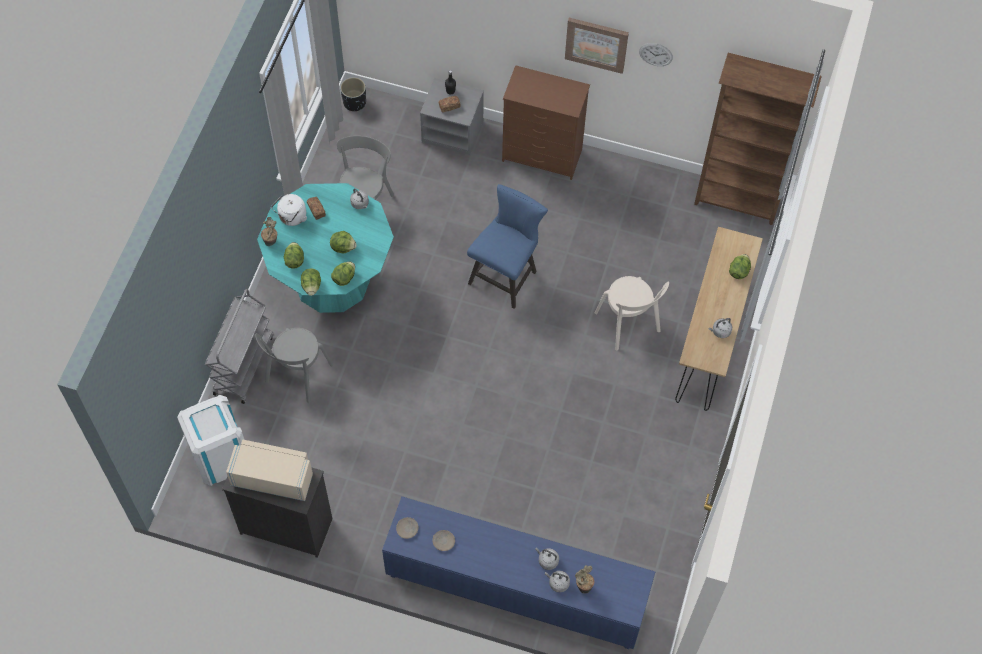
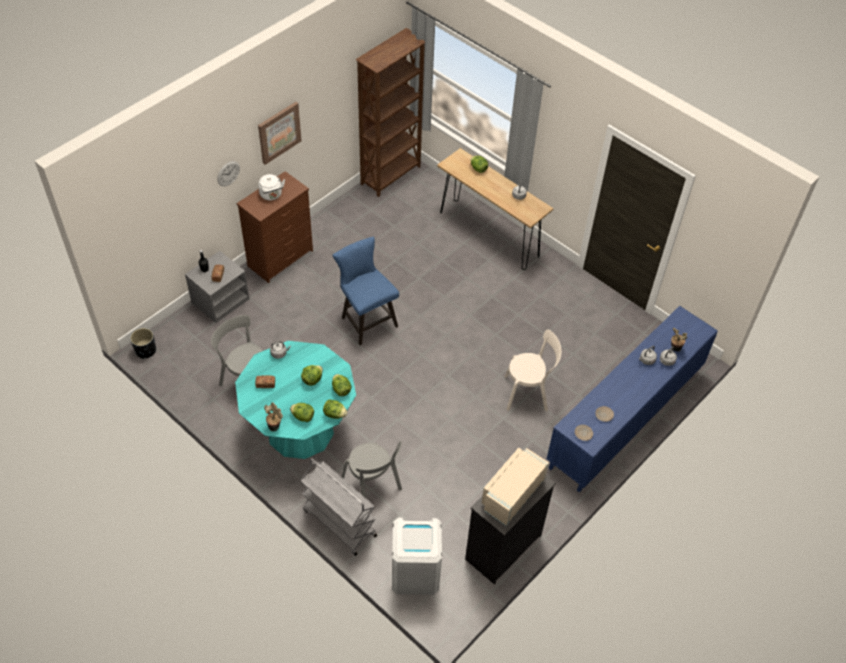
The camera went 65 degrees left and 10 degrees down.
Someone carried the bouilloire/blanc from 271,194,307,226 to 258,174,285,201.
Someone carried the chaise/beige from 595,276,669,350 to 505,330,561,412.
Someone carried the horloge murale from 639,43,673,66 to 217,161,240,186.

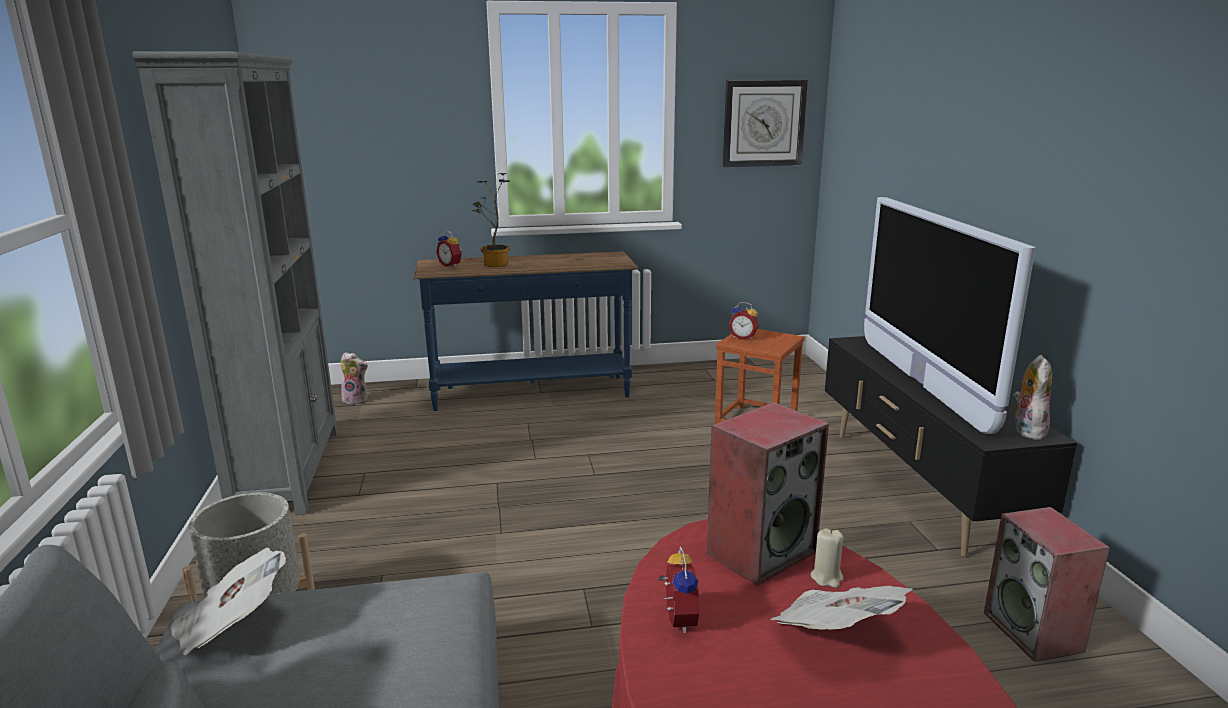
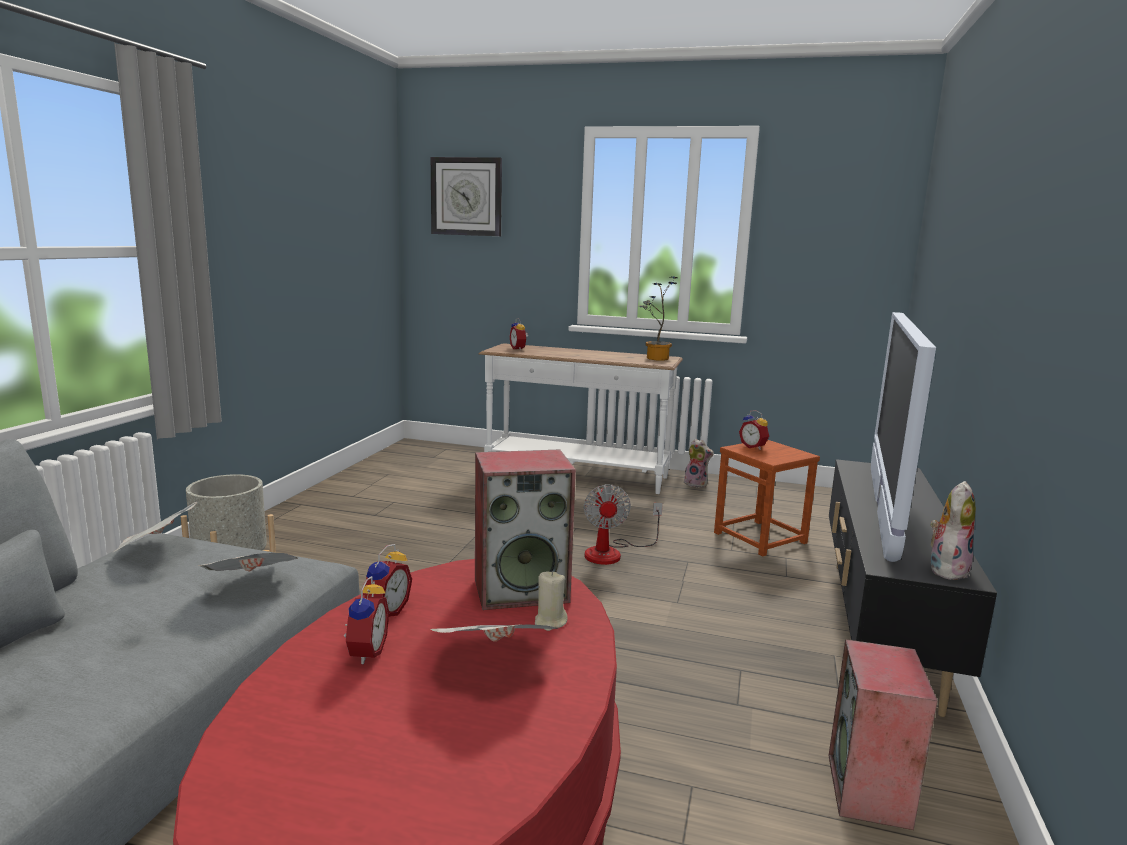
The camera went 25 degrees right and 5 degrees down.
Someone took away the bibliothèque/gris at 133,51,338,516.
Someone carried the peluche from 340,352,368,404 to 684,439,714,488.
Someone repainted the table console/bleu at 413,251,639,411, which became the table console/blanc at 479,343,683,494.
Someone carried the plante en pot from 471,173,510,267 to 639,277,678,361.
Someone carried the horloge murale from 723,80,808,167 to 431,157,502,236.
Someone put down the journal at 198,553,298,572.
Someone put down the réveil at 339,576,389,665.
Someone put down the ventilateur at 584,484,663,565.

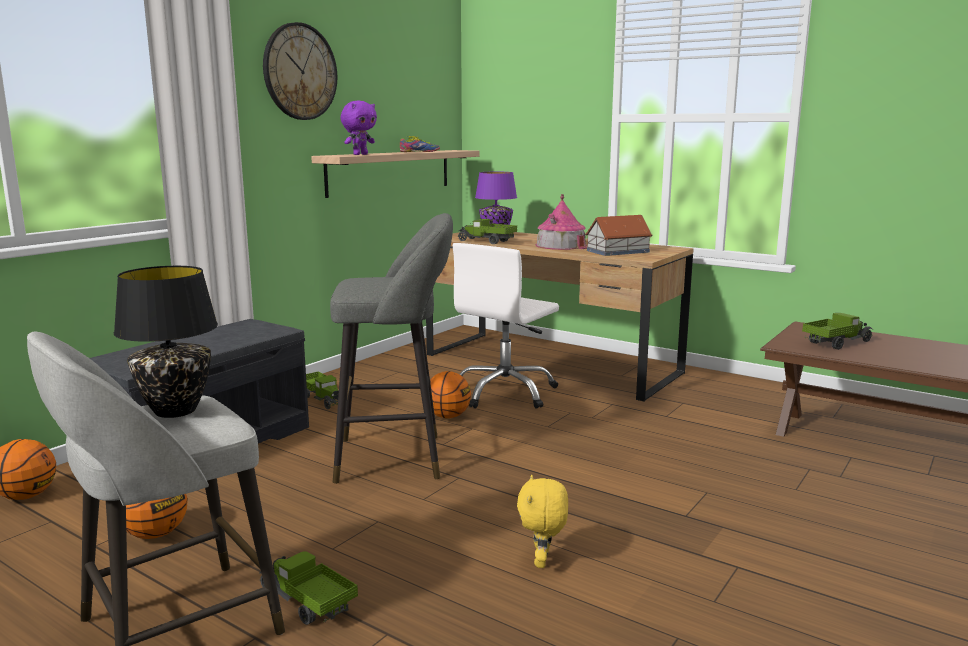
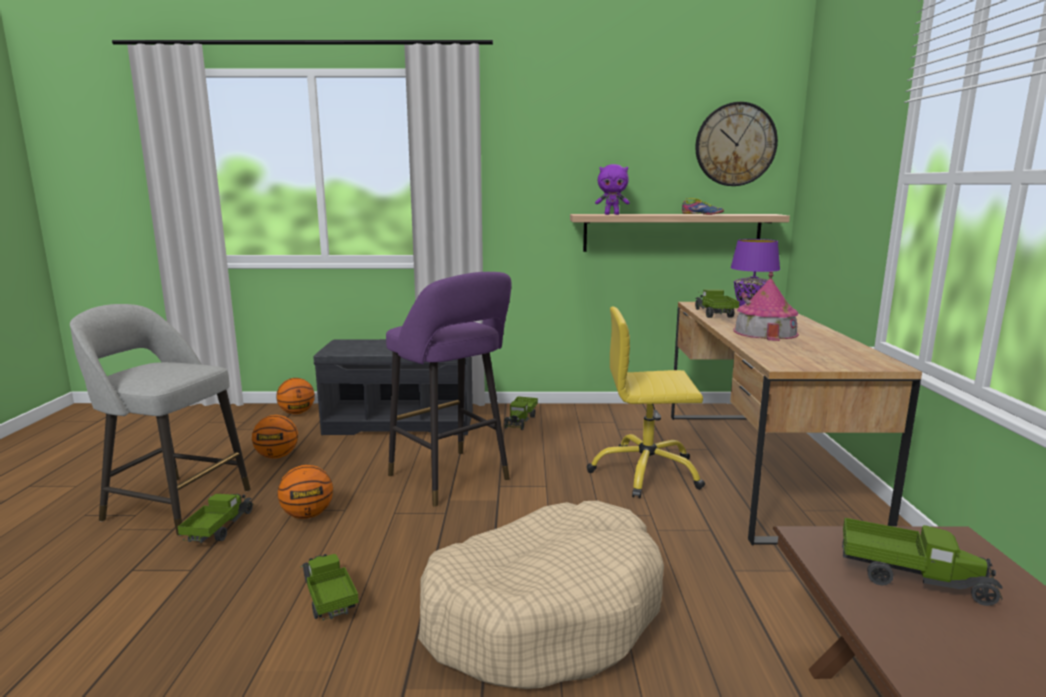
The camera went 55 degrees right and 0 degrees up.
Someone took away the lampe de table/noir at 114,266,218,418.
Someone carried the horloge murale from 263,22,337,120 to 695,102,778,186.
Someone repainted the tabouret/gris at 330,213,453,484, which became the tabouret/violet at 386,272,511,507.
Someone carried the ballon de basket from 430,371,471,419 to 277,465,333,519.
Someone repainted the chaise de bureau/blanc at 453,243,559,409, which became the chaise de bureau/jaune at 587,307,705,498.
Someone swapped the peluche/jaune at 517,475,568,568 for the camion jouet at 301,554,359,621.
Someone took away the maison miniature at 585,215,652,256.
Someone put down the panier pour chien/beige at 418,501,664,689.

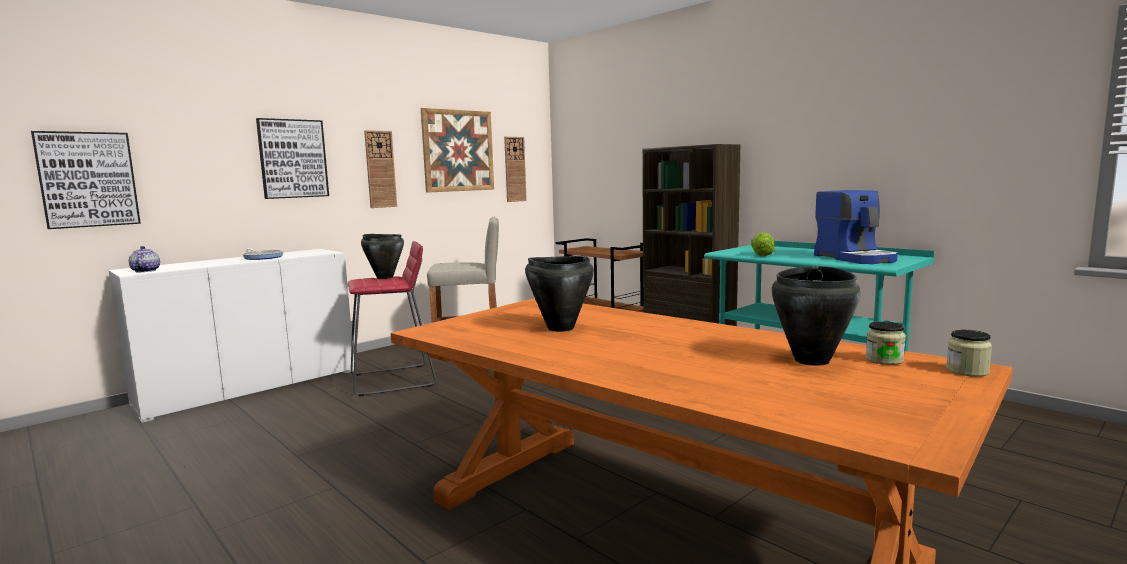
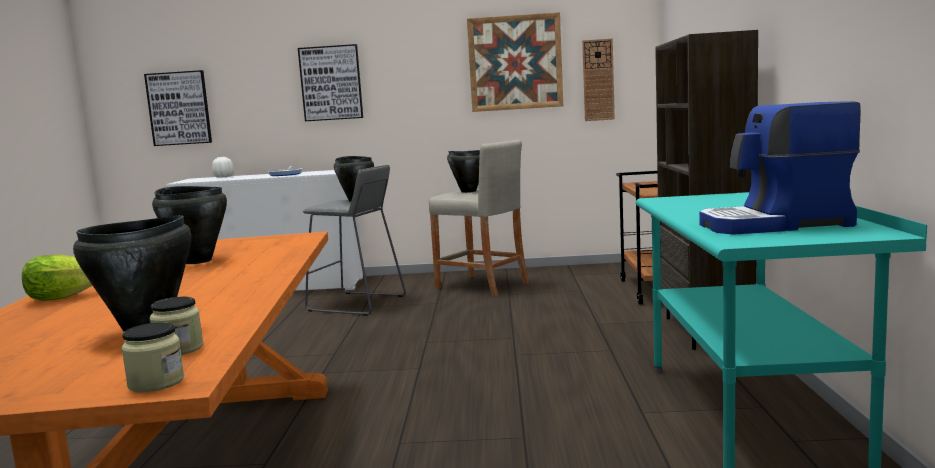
The camera went 45 degrees right and 0 degrees up.
Someone took away the théière at 129,246,160,273.
Someone repainted the tabouret/rouge at 347,241,436,396, which became the tabouret/gris at 302,165,406,316.
Someone took away the horloge murale at 364,130,397,208.
Someone carried the laitue from 751,233,775,256 to 22,255,93,301.
Someone rotated the machine à café at 814,190,898,264 by 60 degrees clockwise.
Someone put down the vase/blanc at 212,157,234,178.
Someone put down the marmite/noir at 447,150,480,193.

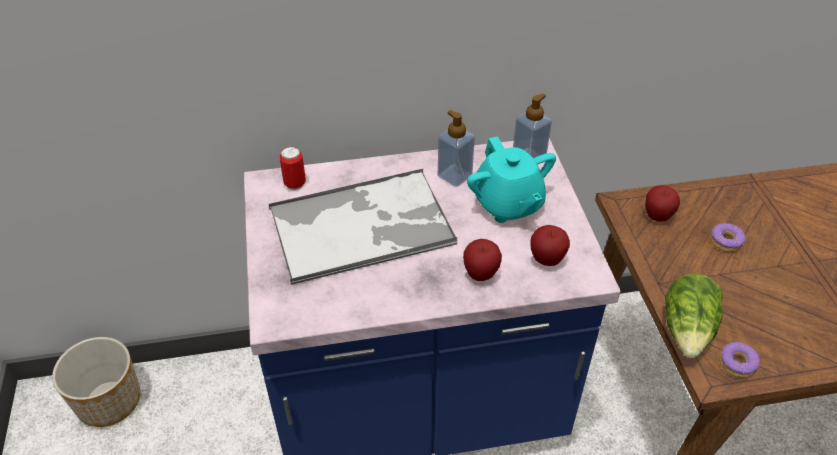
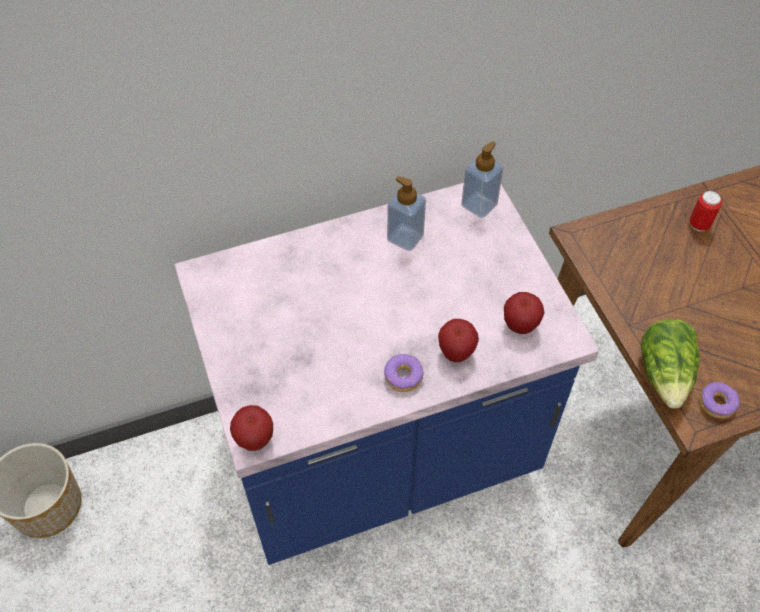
The camera went 10 degrees left and 10 degrees up.
Someone took away the plateau at 269,169,457,285.
Someone carried the boîte métallique from 280,146,306,190 to 690,191,722,231.
Someone took away the théière/turquoise at 467,136,556,223.
Someone carried the pomme from 645,185,680,222 to 230,405,273,451.
Someone carried the beignet from 710,223,746,252 to 384,354,424,392.

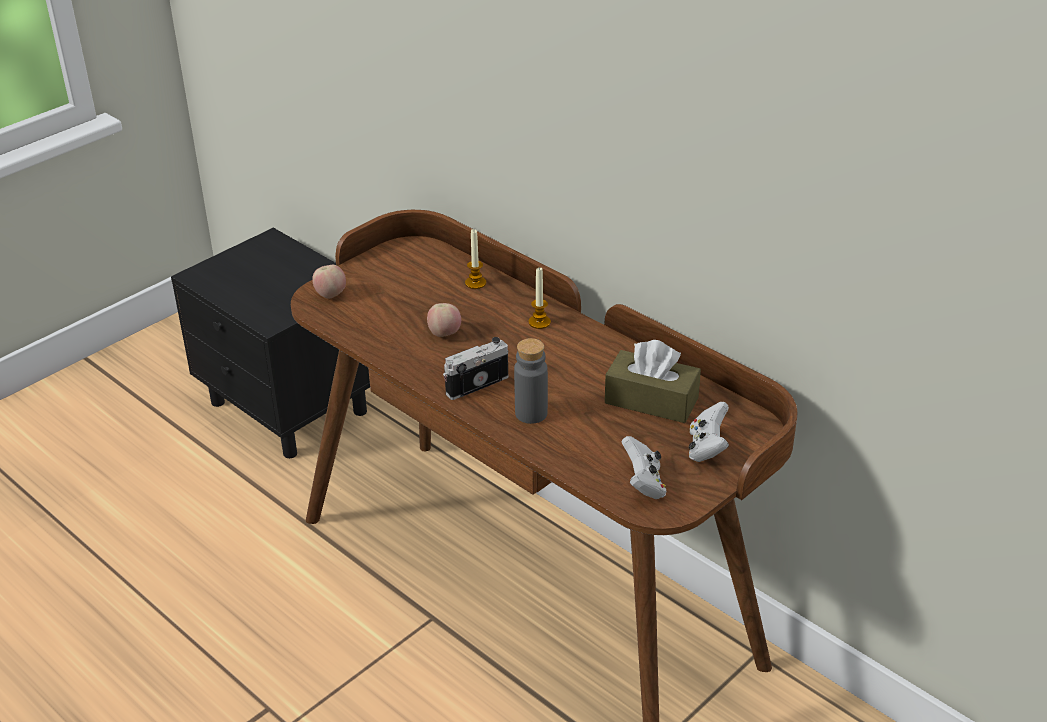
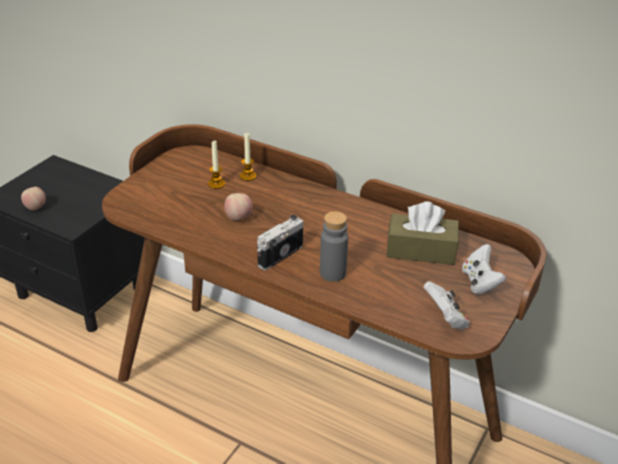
The camera went 15 degrees left and 0 degrees up.
Someone carried the pomme from 312,265,346,299 to 21,187,46,211.
Someone carried the bougie from 529,267,551,329 to 208,141,225,189.

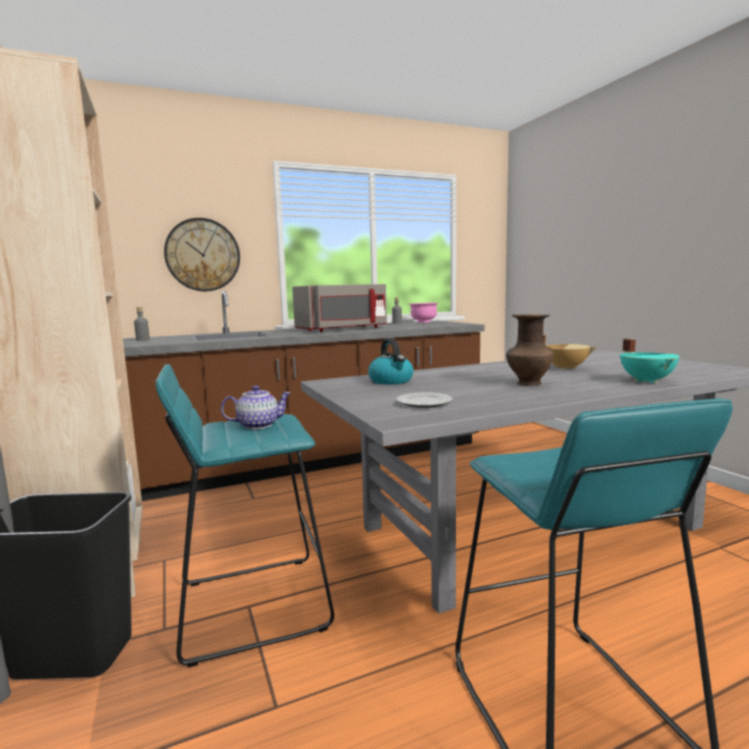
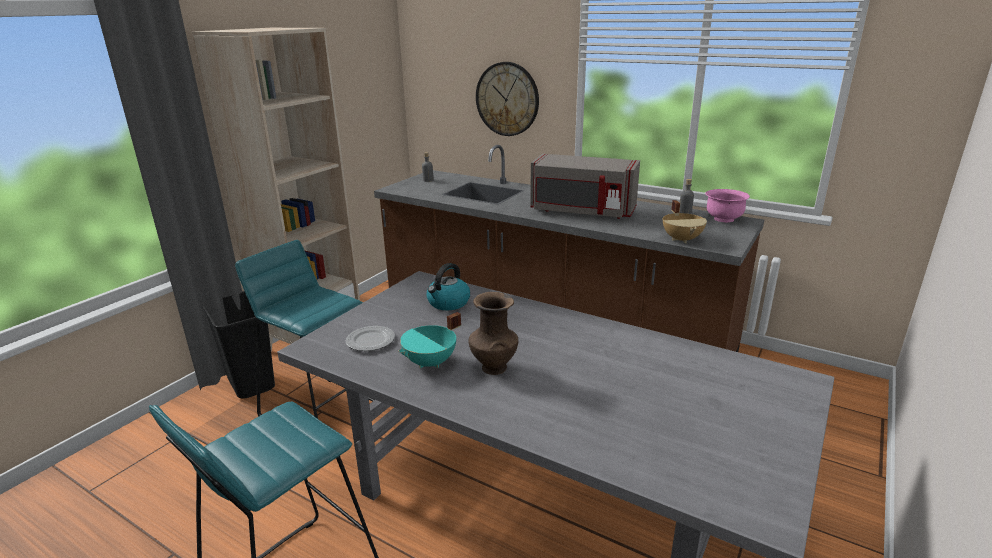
The camera went 55 degrees right and 15 degrees up.
Someone took away the théière at 221,385,291,429.
Someone carried the marmite/beige from 543,335,597,370 to 663,200,707,243.
Someone carried the marmite/turquoise from 620,339,680,383 to 399,312,461,368.

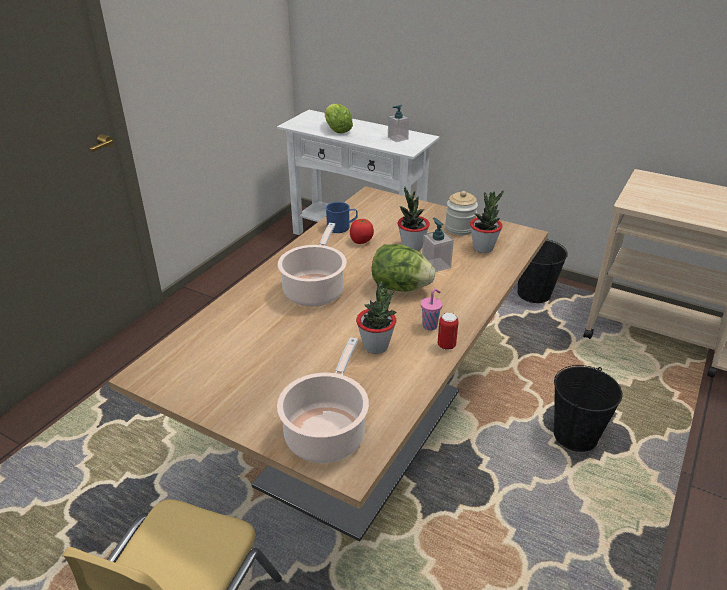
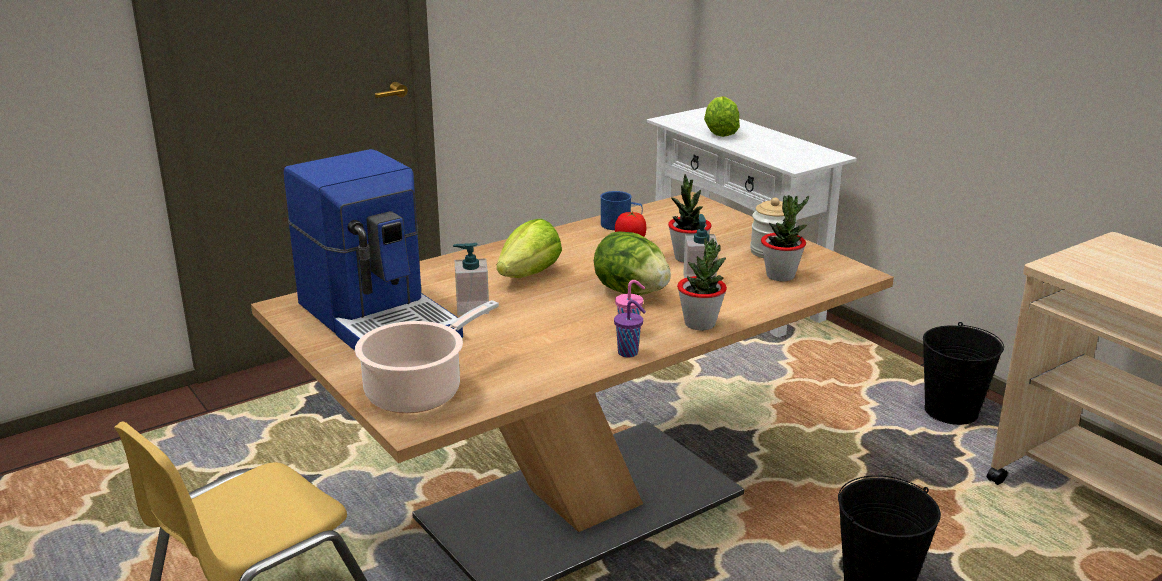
The camera went 25 degrees right and 10 degrees down.
Someone swapped the marmite at 278,223,347,306 for the laitue at 497,219,562,278.
Someone carried the plante en pot from 356,281,397,354 to 677,238,727,330.
Someone carried the distributeur de savon from 388,105,409,142 to 453,243,489,316.
Someone swapped the boîte métallique at 438,313,459,350 for the tasse/violet at 614,300,646,357.
Someone put down the machine à café at 284,149,463,351.

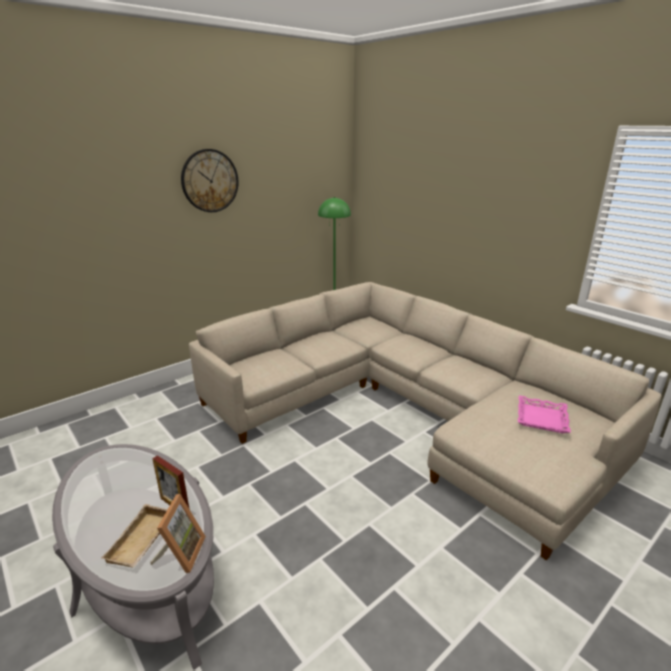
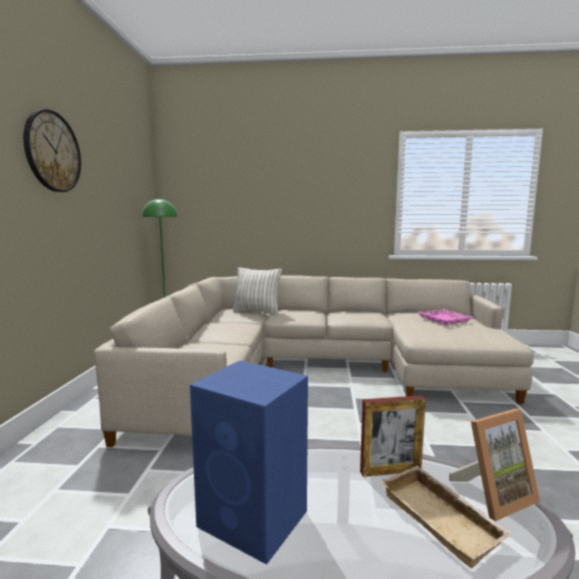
The camera went 45 degrees left and 15 degrees down.
Someone rotated the cadre photo at 150,494,206,573 by 105 degrees clockwise.
Someone put down the enceinte/bleu at 190,361,308,565.
Someone put down the coussin at 233,267,282,315.

